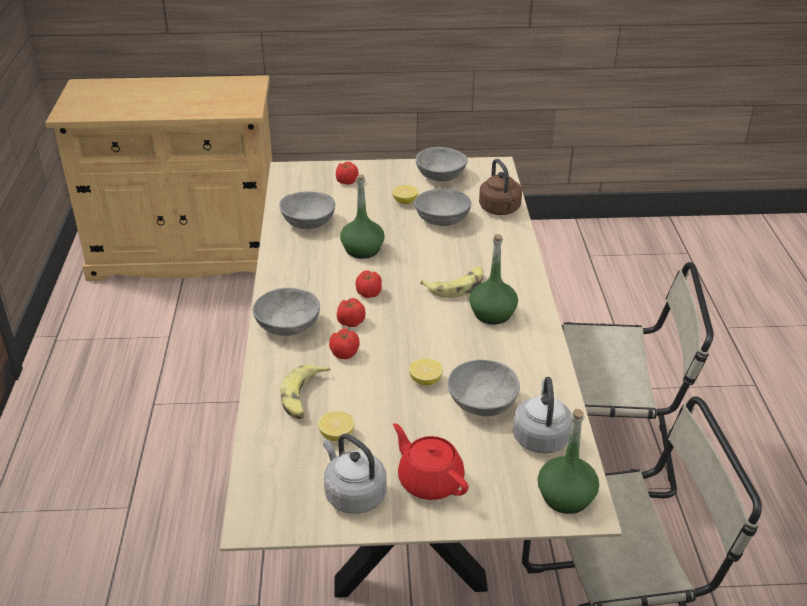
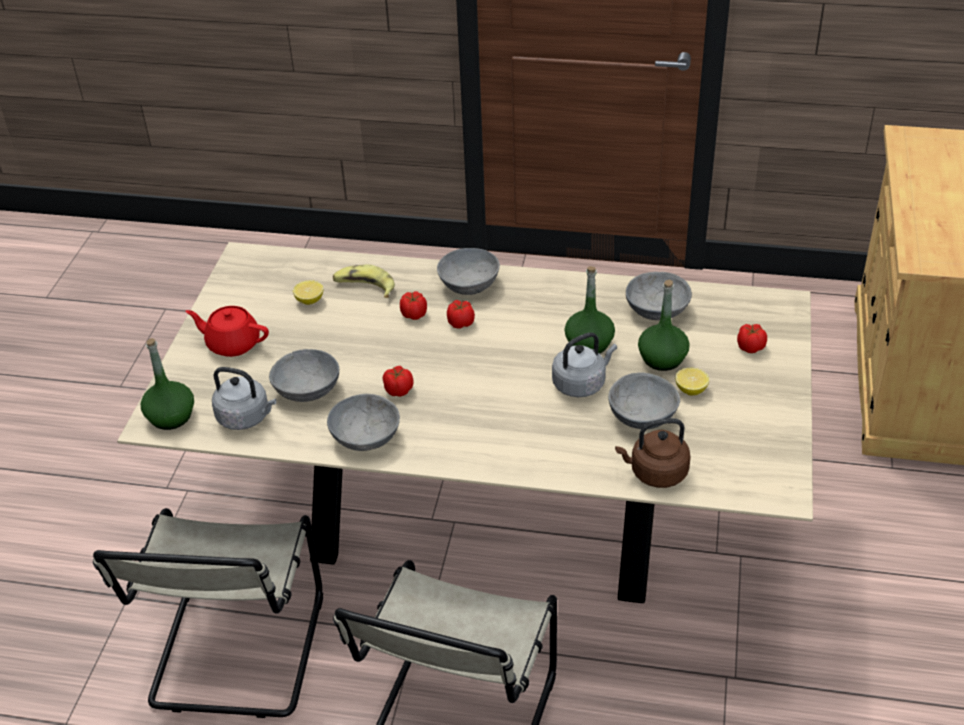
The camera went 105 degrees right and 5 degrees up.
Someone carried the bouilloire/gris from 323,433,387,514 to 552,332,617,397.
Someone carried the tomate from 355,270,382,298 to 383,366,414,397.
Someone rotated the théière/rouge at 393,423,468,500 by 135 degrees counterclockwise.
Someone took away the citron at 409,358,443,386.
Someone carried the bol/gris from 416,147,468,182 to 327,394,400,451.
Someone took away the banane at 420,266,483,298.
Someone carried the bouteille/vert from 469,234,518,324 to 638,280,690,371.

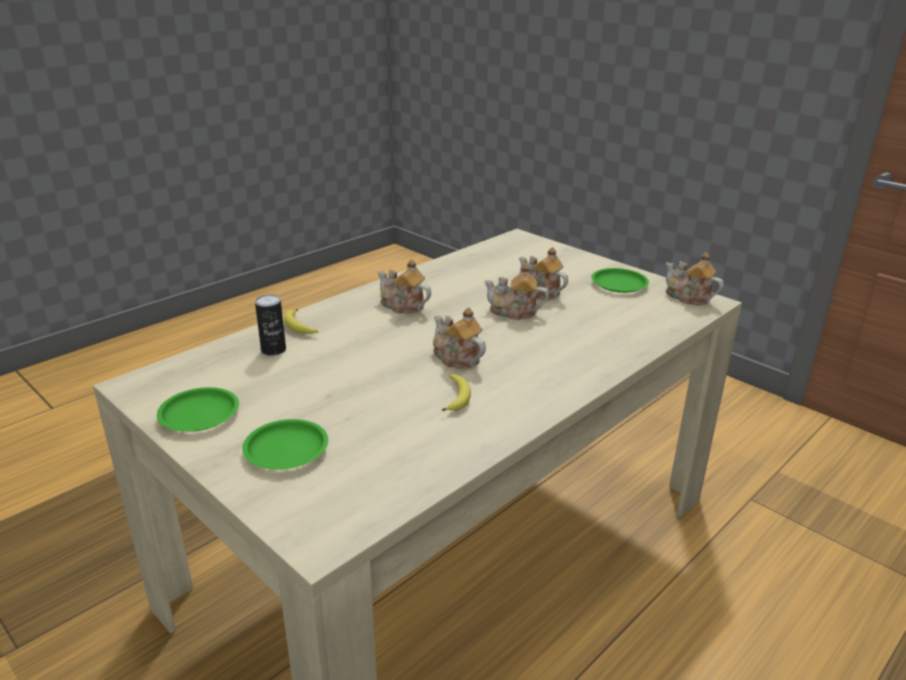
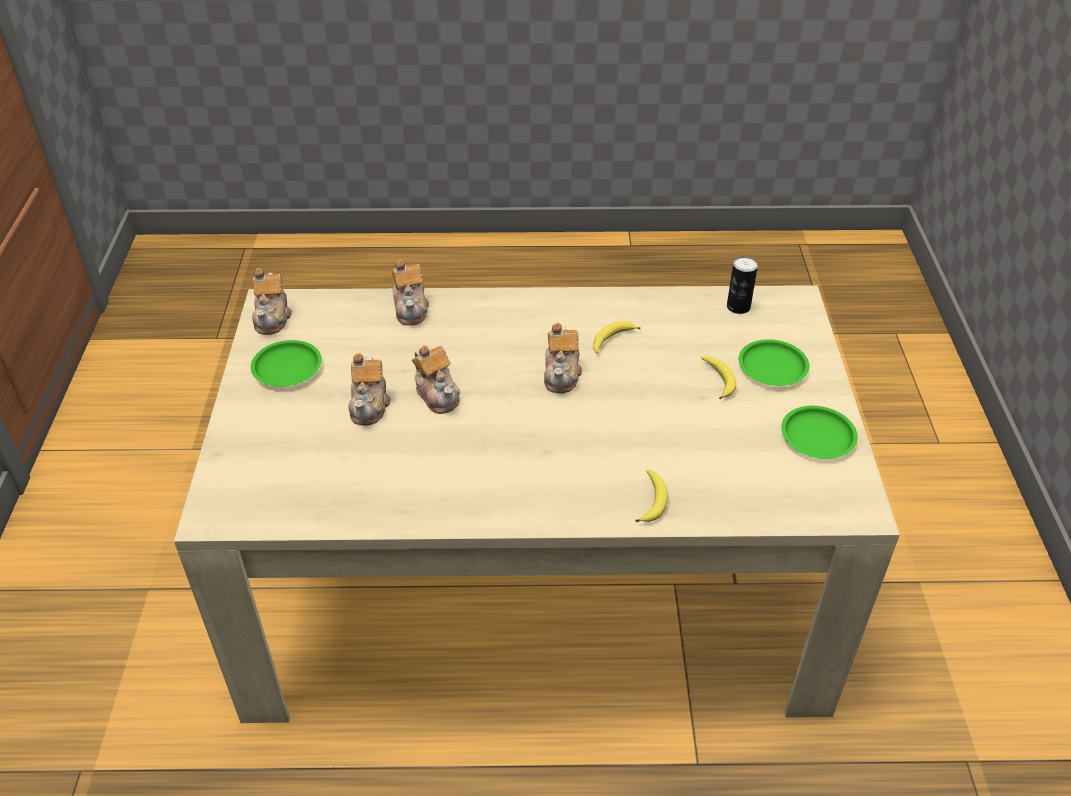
The camera went 135 degrees left and 15 degrees up.
Someone carried the boîte métallique from 255,294,286,356 to 727,256,758,314.
Someone carried the théière from 378,259,431,314 to 392,260,429,325.
Someone put down the banane at 701,356,736,399.

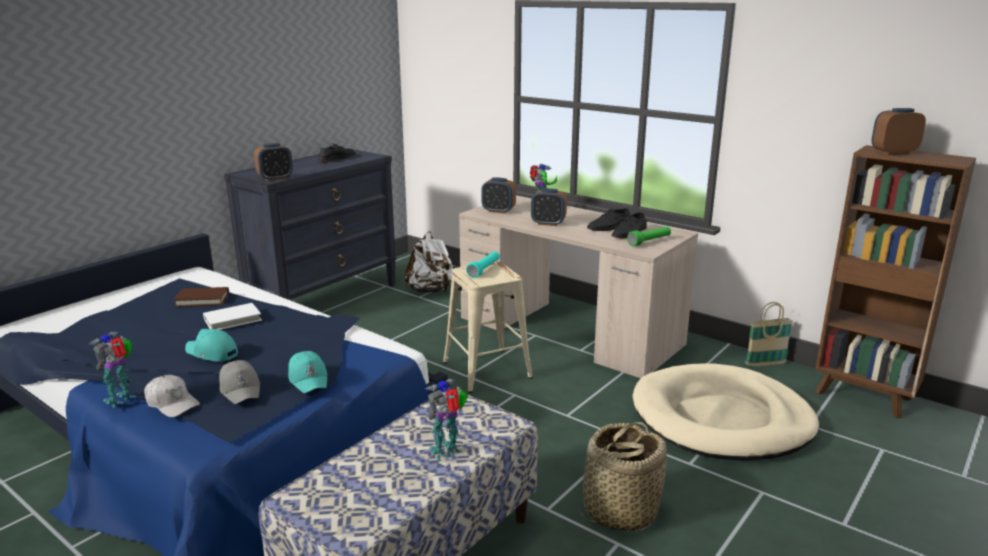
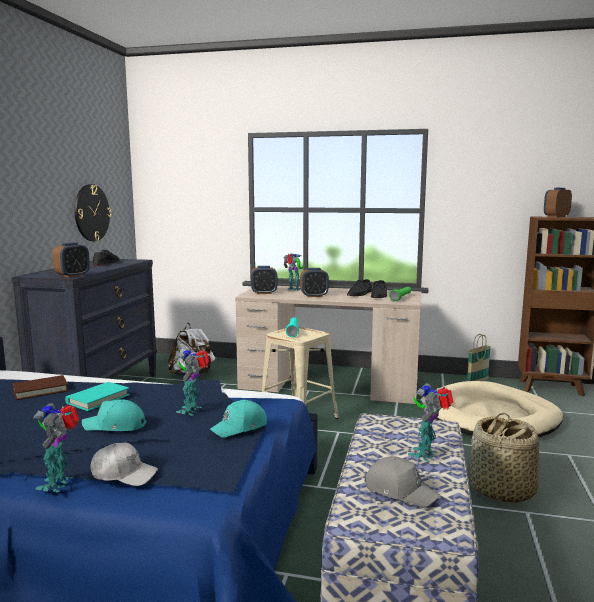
The camera went 25 degrees left and 10 degrees down.
Someone repainted the livre/blanc at 203,303,262,330, which became the livre/turquoise at 65,382,130,411.
Someone carried the casquette/gris from 219,360,260,404 to 365,456,440,507.
Someone rotated the casquette/turquoise at 288,351,328,393 by 105 degrees clockwise.
Someone put up the horloge murale at 74,184,111,241.
Someone put down the robot jouet at 176,349,209,416.

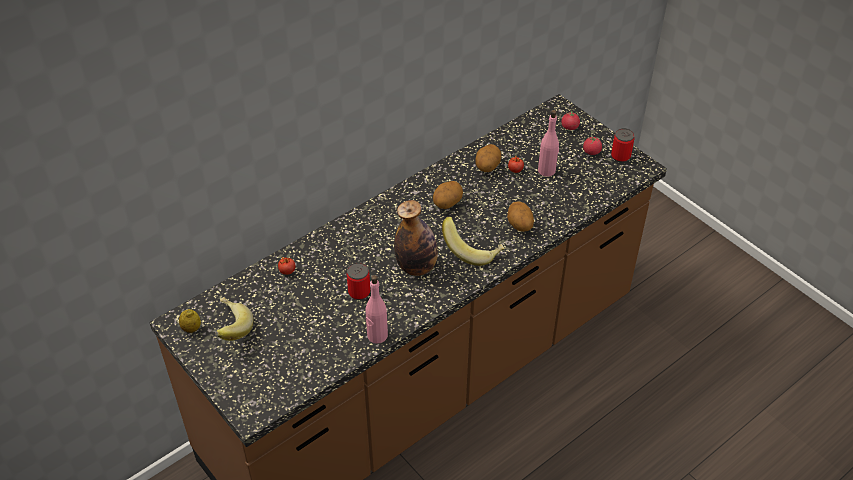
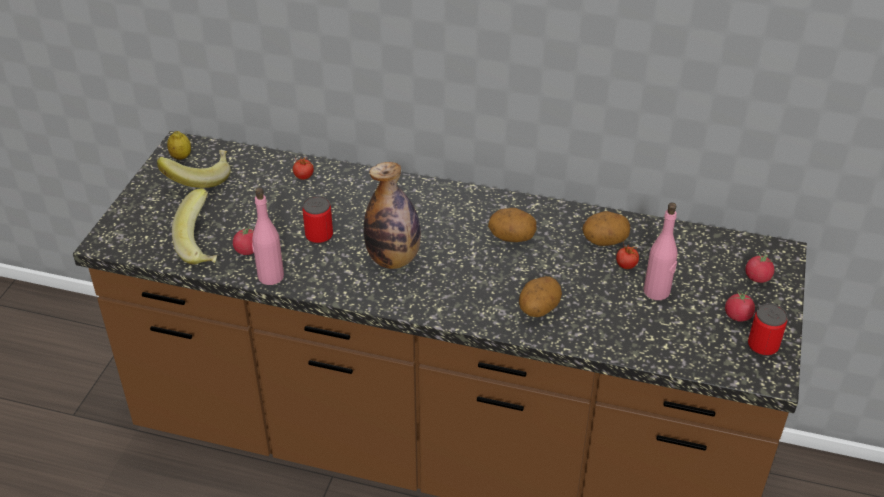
The camera went 55 degrees right and 5 degrees down.
Someone carried the banane from 442,217,505,266 to 172,188,217,265.
Someone put down the tomate at 233,225,254,255.

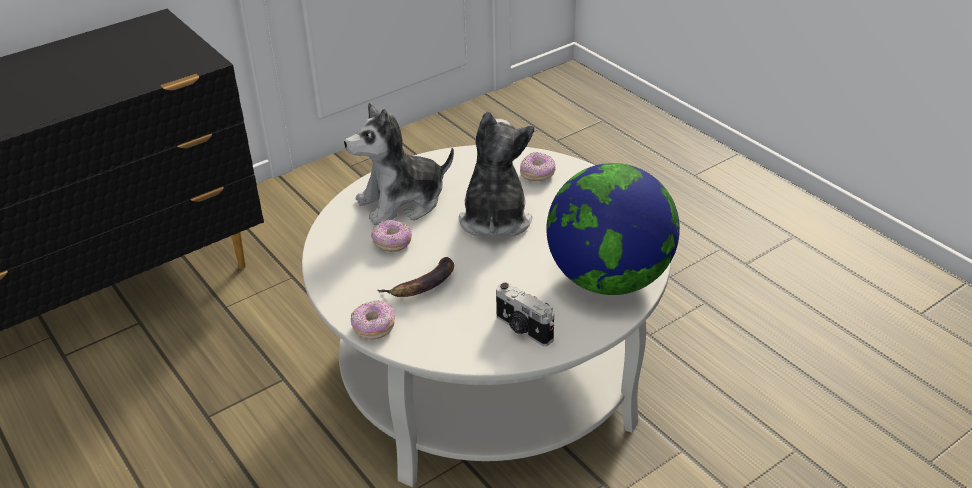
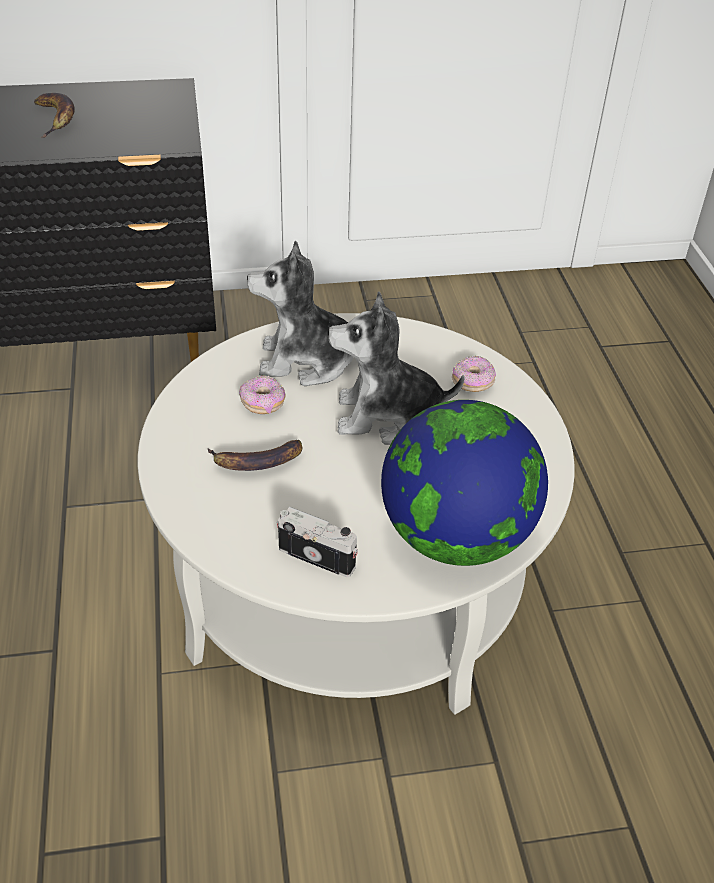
The camera went 25 degrees right and 5 degrees up.
Someone took away the beignet at 351,300,395,340.
Someone rotated the peluche at 459,112,534,236 by 120 degrees counterclockwise.
Someone rotated the appareil photo at 496,282,554,346 by 135 degrees clockwise.
Someone put down the banane at 34,93,75,138.

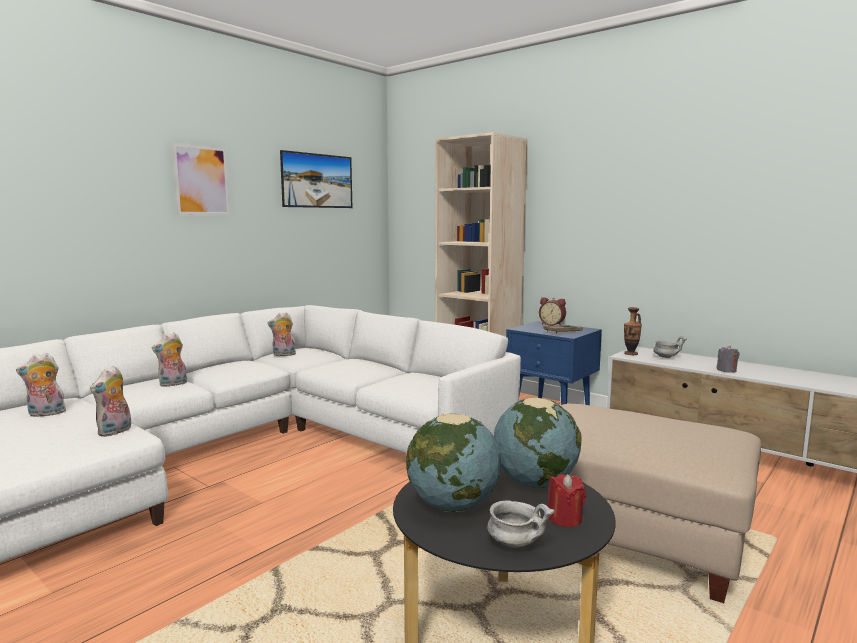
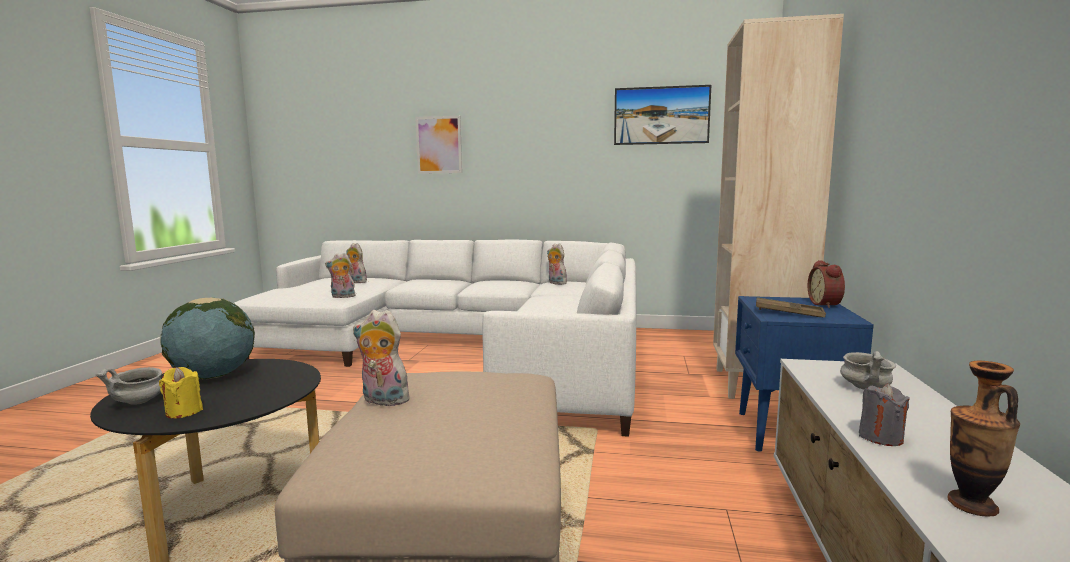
The camera went 60 degrees right and 0 degrees up.
Someone carried the peluche from 152,333,187,387 to 353,310,412,406.
Someone carried the tableau from 172,143,230,215 to 415,116,462,174.
Someone took away the globe at 494,398,582,488.
Someone repainted the bougie/rouge at 548,474,586,527, which became the bougie/jaune at 159,367,203,418.
Someone carried the vase from 624,307,642,355 to 947,361,1020,517.

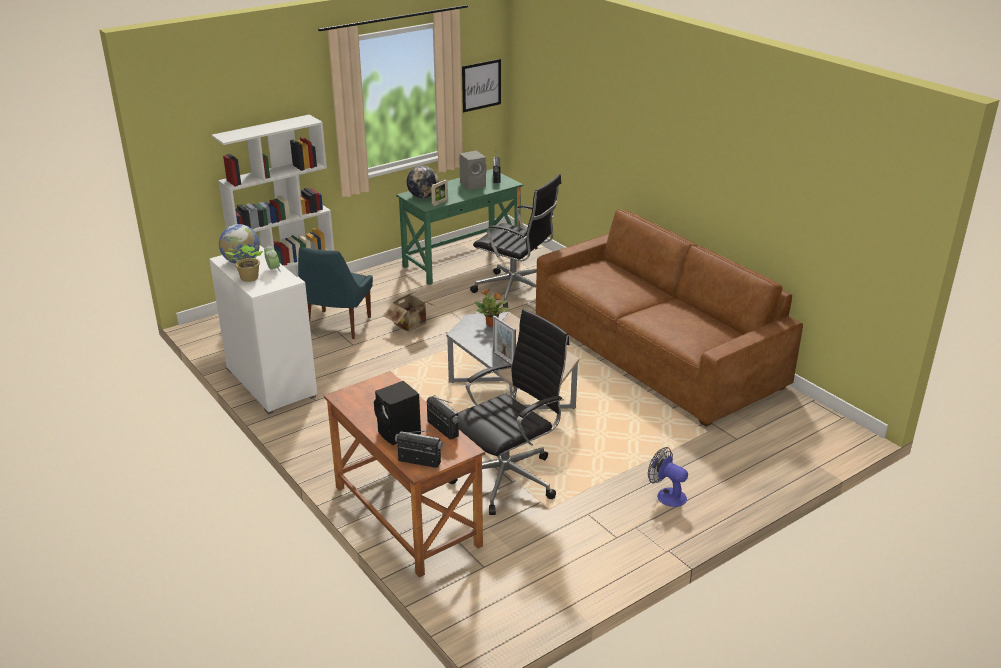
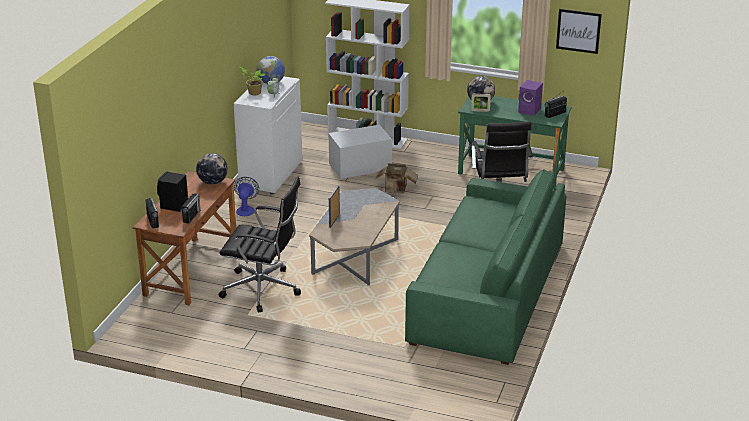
The camera went 55 degrees right and 0 degrees up.
Someone swapped the chaise/bleu at 298,247,373,339 for the boîte de rangement/blanc at 329,124,392,179.
Someone repainted the enceinte/gris at 459,150,487,190, which became the enceinte/violet at 518,80,543,116.
Someone took away the plante en pot at 475,289,509,327.
Someone repainted the canapé/marron at 536,209,803,426, which became the canapé/vert at 405,169,566,365.
Someone carried the ventilateur from 648,447,688,507 to 234,177,259,216.
Someone put down the globe at 196,153,228,185.

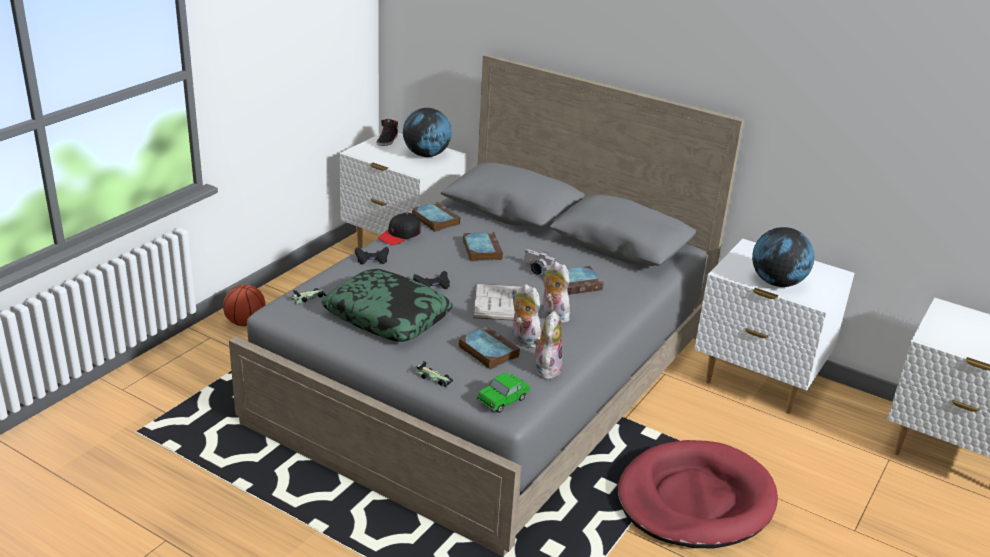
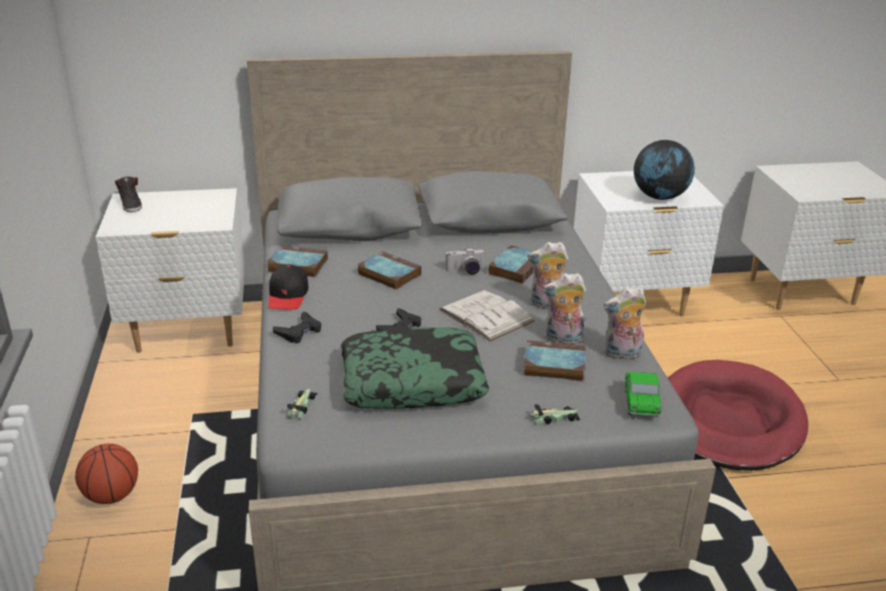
The camera went 40 degrees left and 0 degrees up.
Someone took away the globe at 403,108,452,157.
Someone rotated the peluche at 534,311,562,380 by 75 degrees counterclockwise.

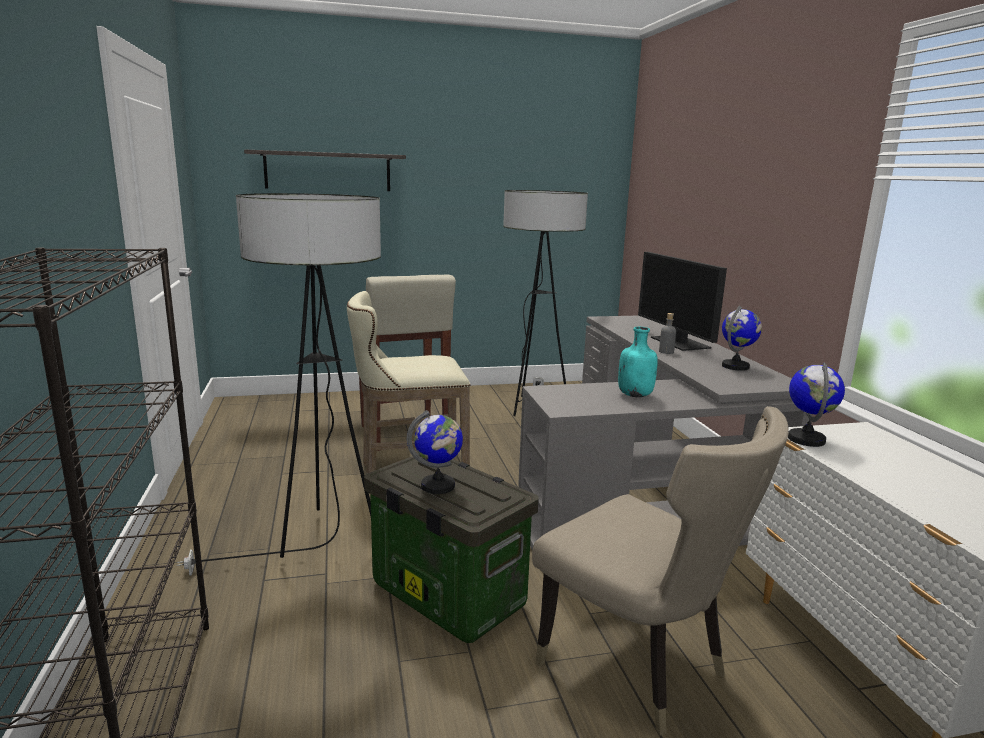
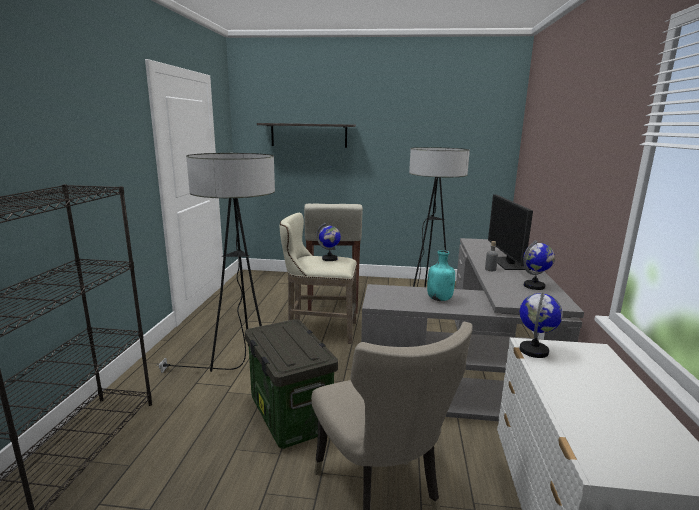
The camera went 20 degrees right and 0 degrees up.
Someone carried the globe from 407,410,463,494 to 316,223,341,261.

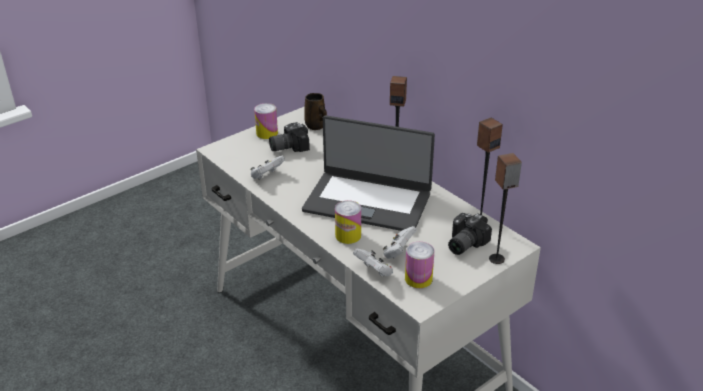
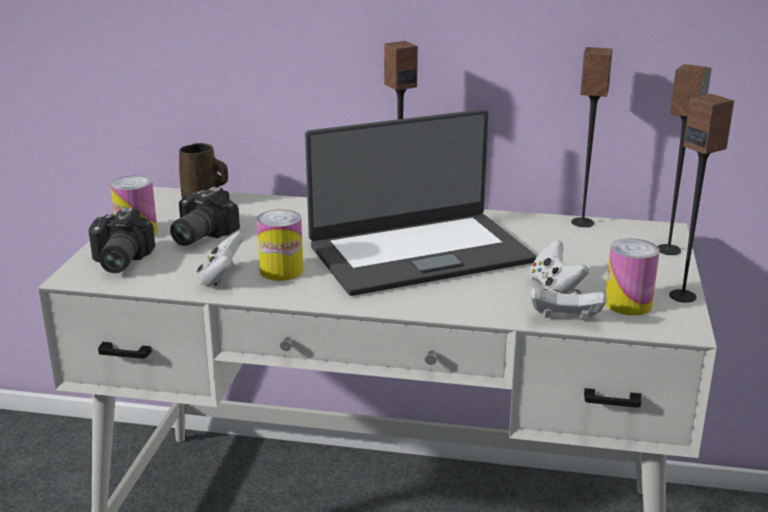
The camera went 40 degrees left and 10 degrees down.
Someone carried the boîte métallique from 335,200,361,244 to 257,209,303,281.
Someone carried the appareil photo from 448,213,492,255 to 89,208,155,273.
Someone put down the enceinte at 669,94,734,303.

